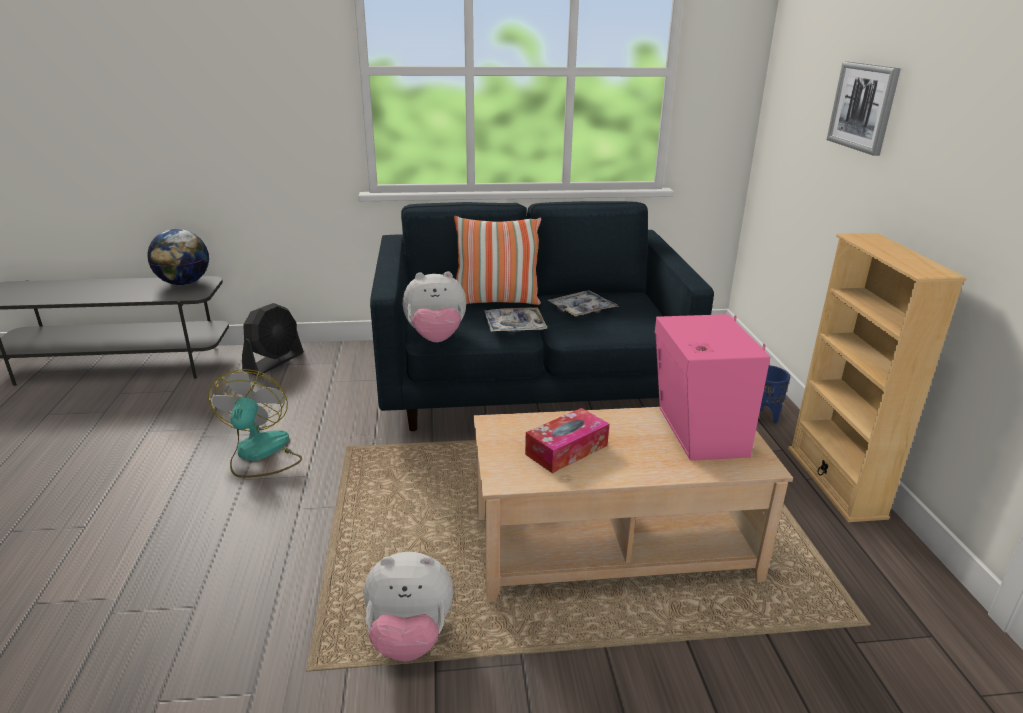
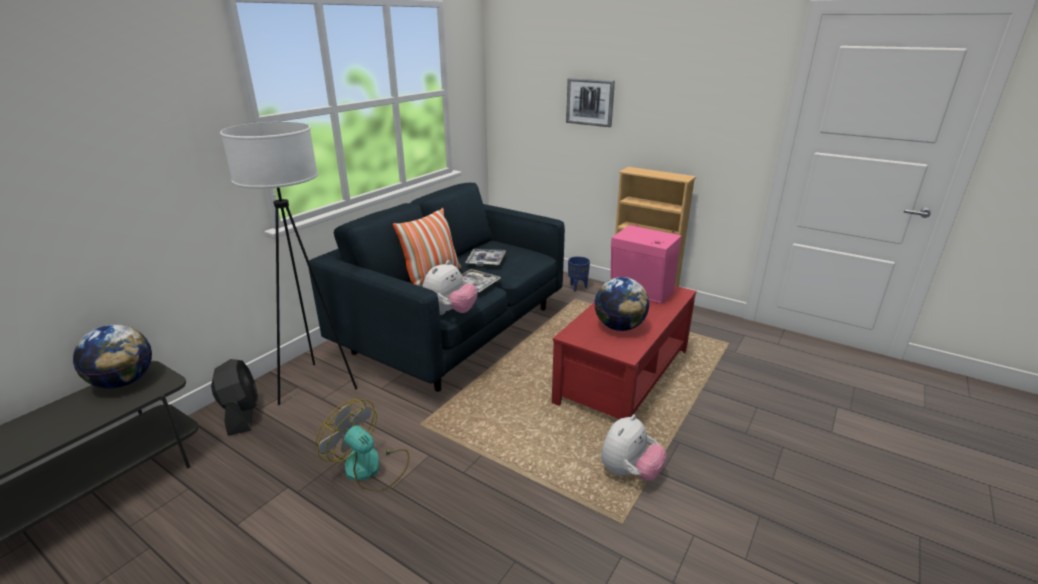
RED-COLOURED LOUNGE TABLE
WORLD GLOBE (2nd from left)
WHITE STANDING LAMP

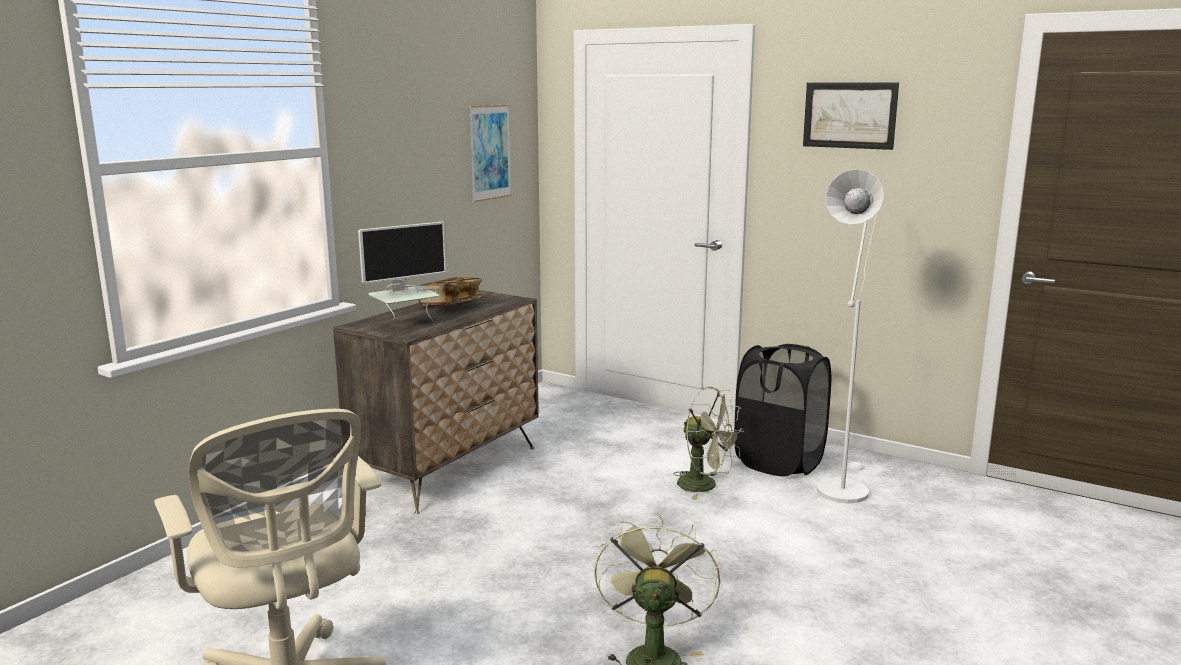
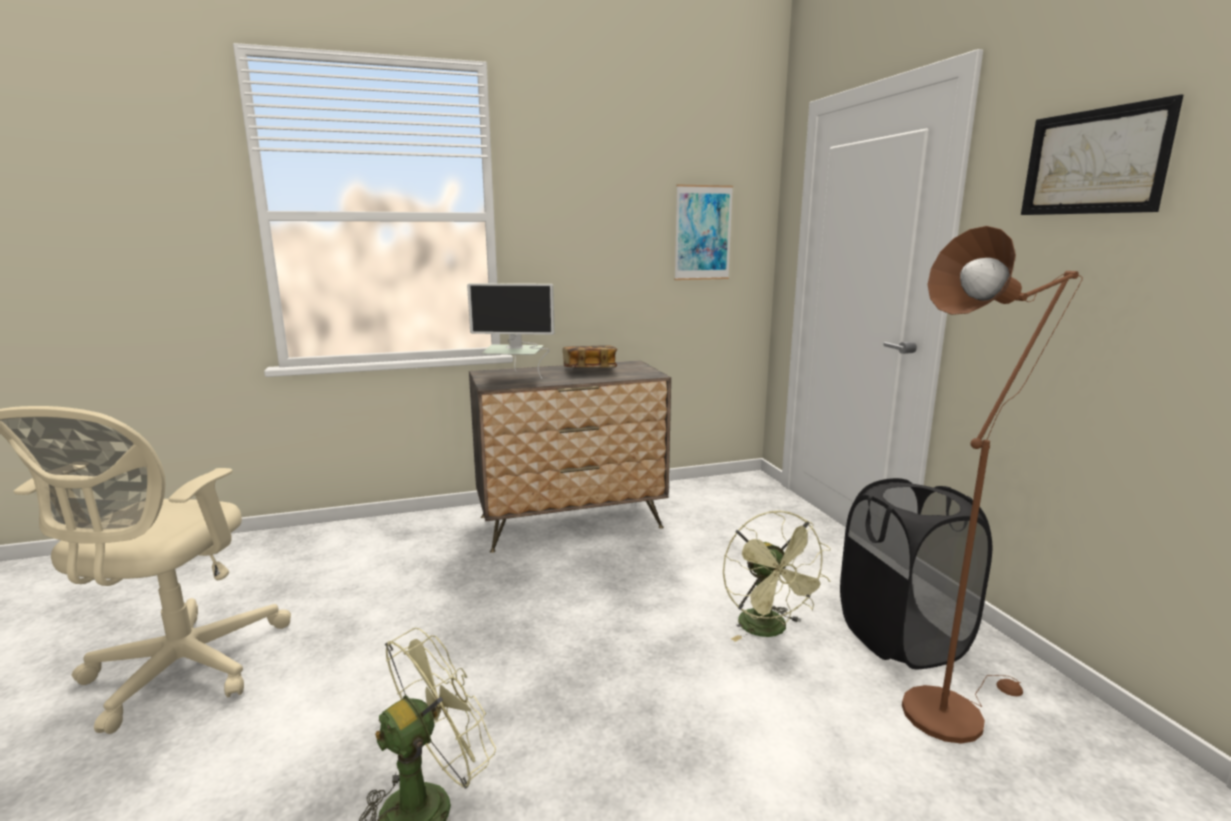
BROWN STANDING LAMP

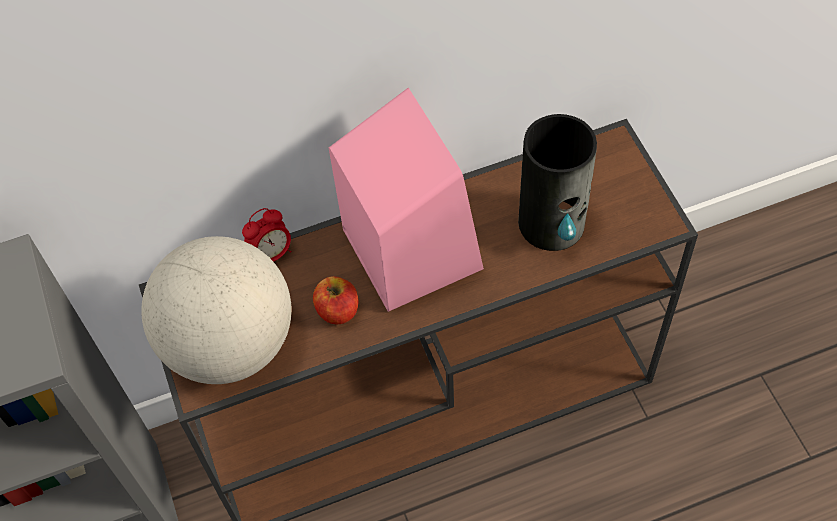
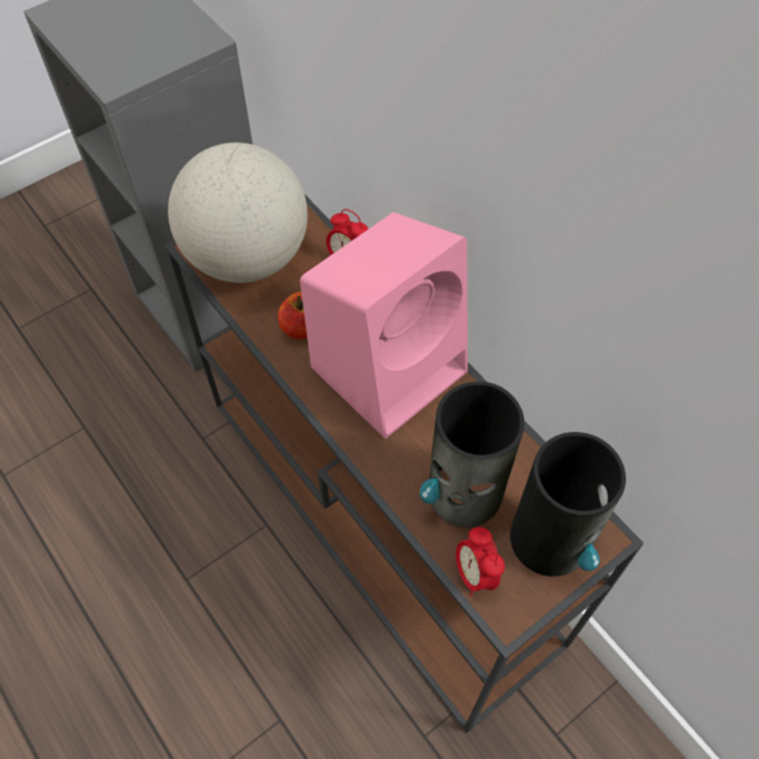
BEDSIDE CLOCK (2nd from left)
FLOWER VASE (2nd from left)

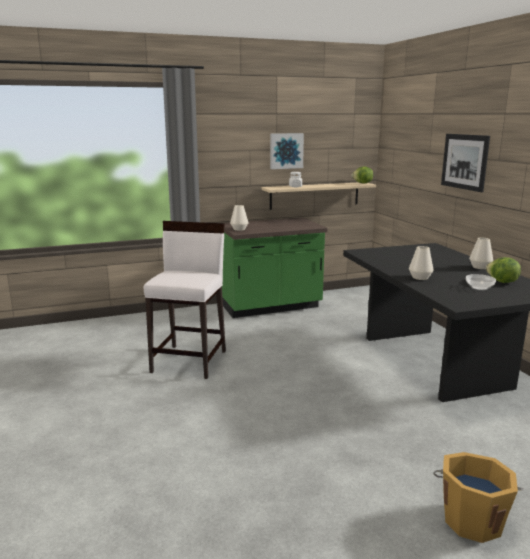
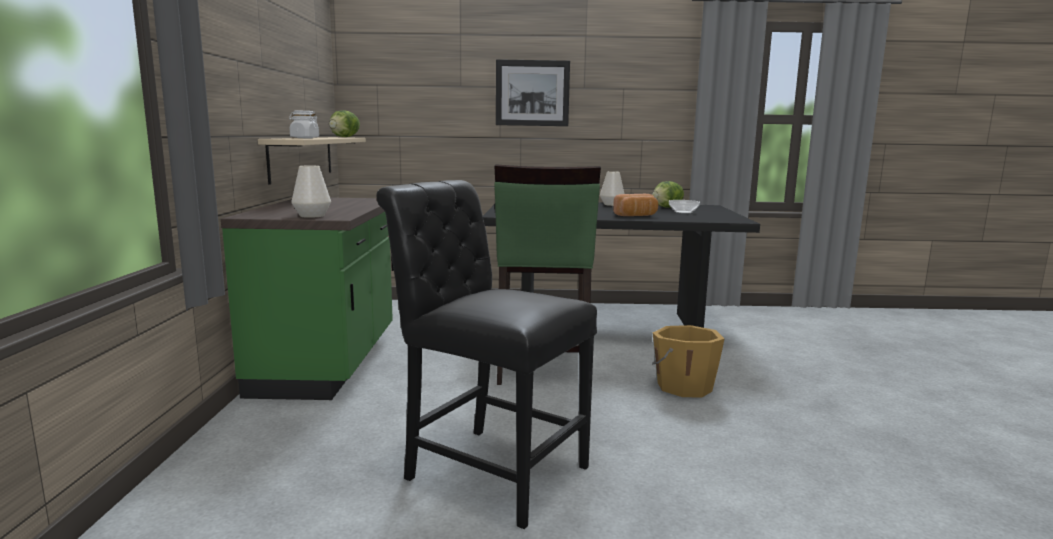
BLACKISH CHAIR
WALL PICTURE (1st from left in the first image)
BAKERY BREAD
ORANGEY BUCKET
GREEN STOOL

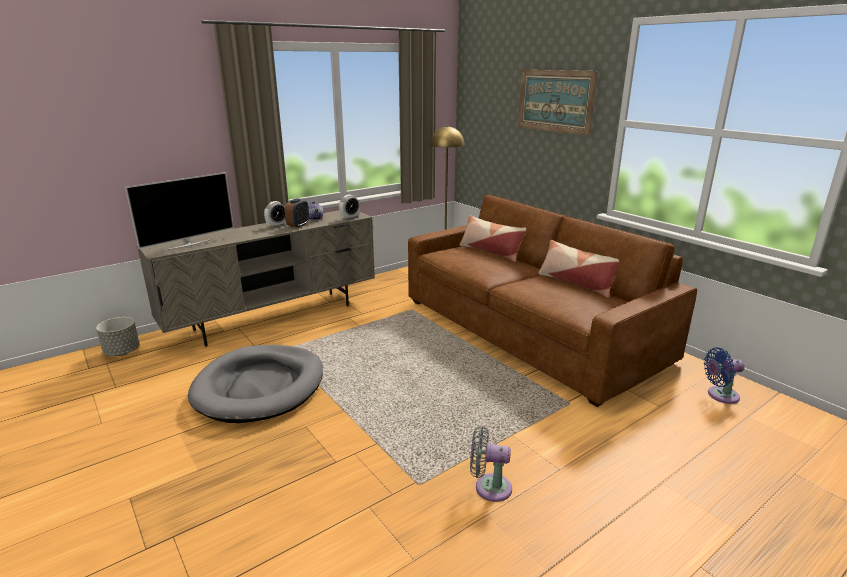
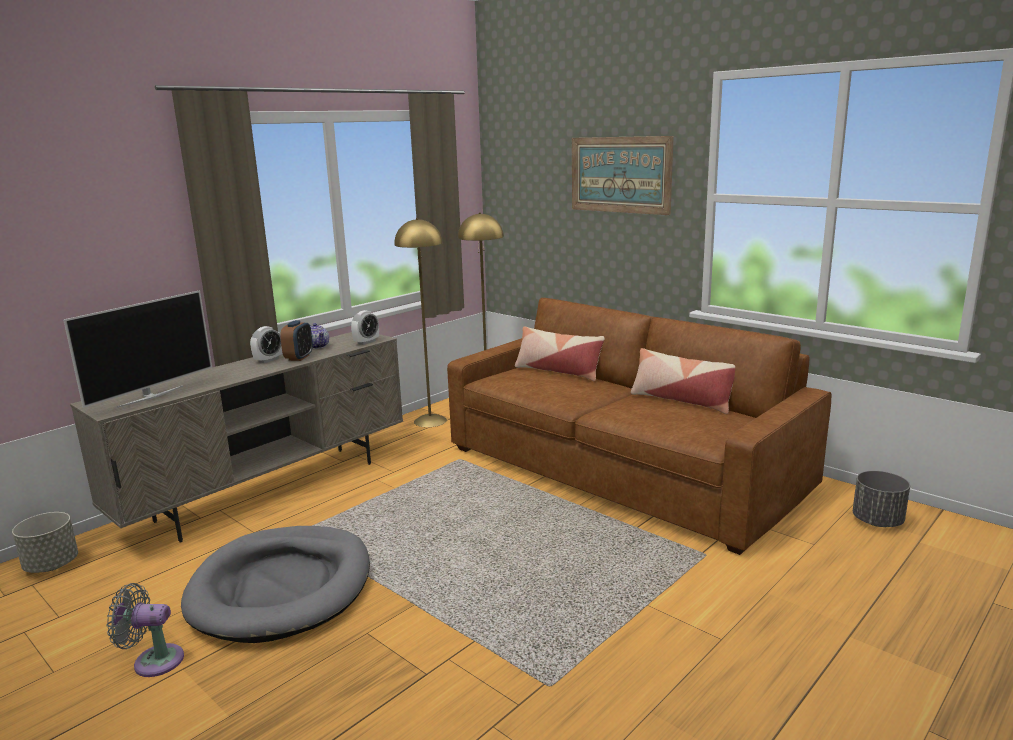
GREYISH COOLING FAN
GREYISH PLANT POT (2nd from left)
YELLOW STANDING LAMP (1st from left)

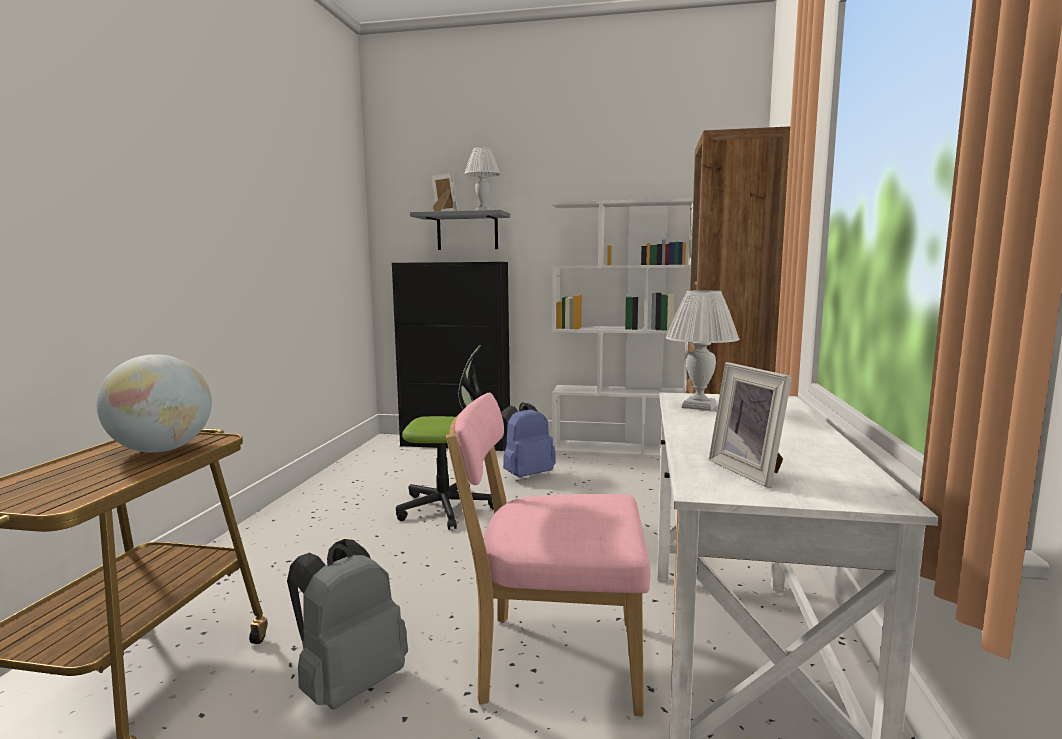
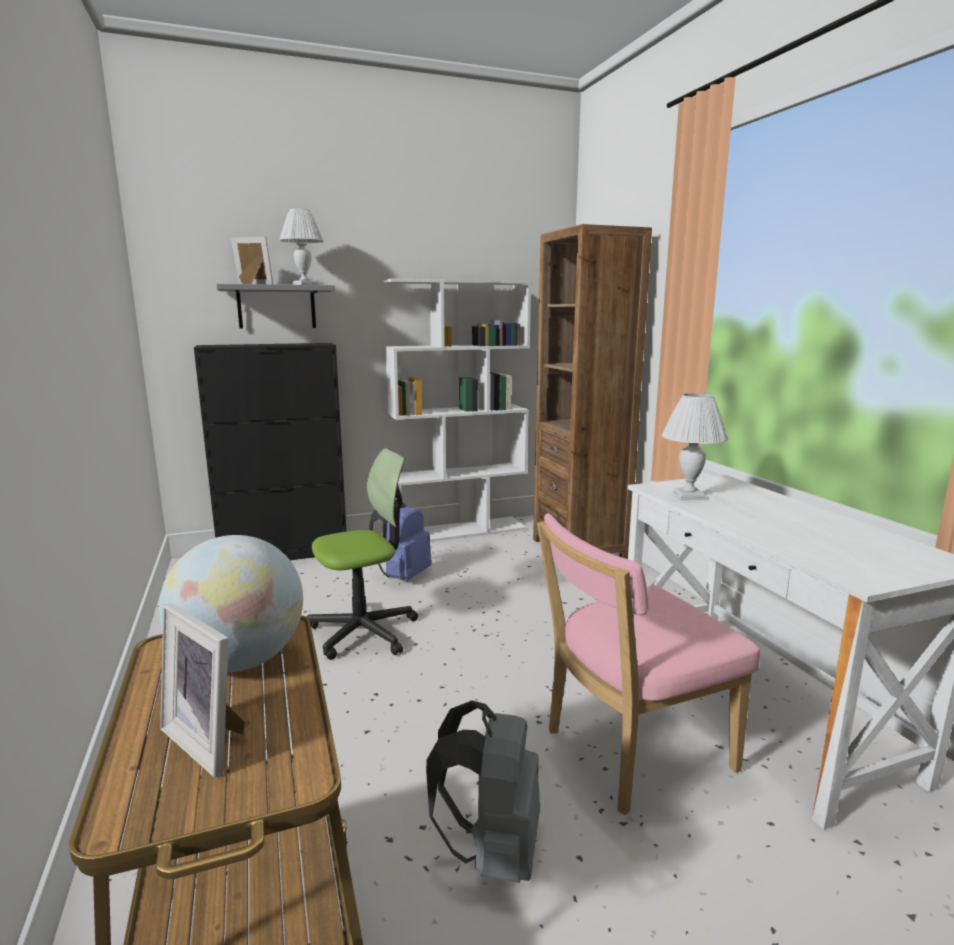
PICTURE FRAME (1st from left)

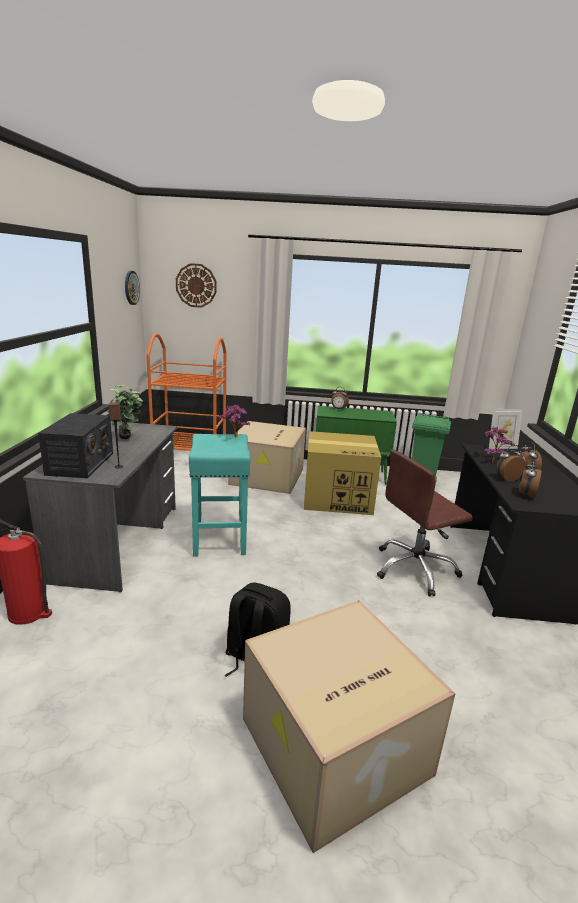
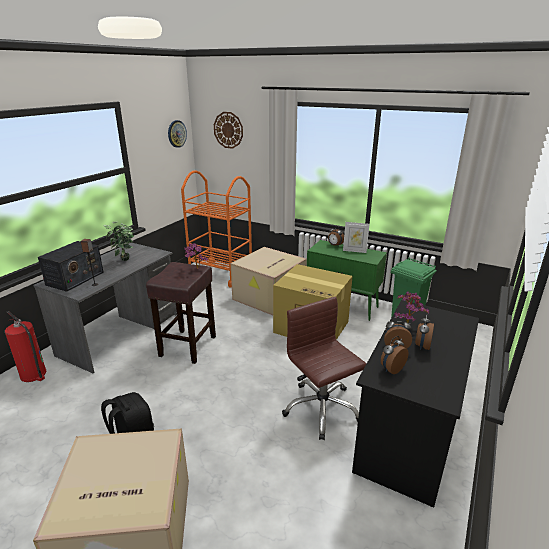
BROWN STOOL
BROWN COMPUTER CHAIR
PICTURE FRAME

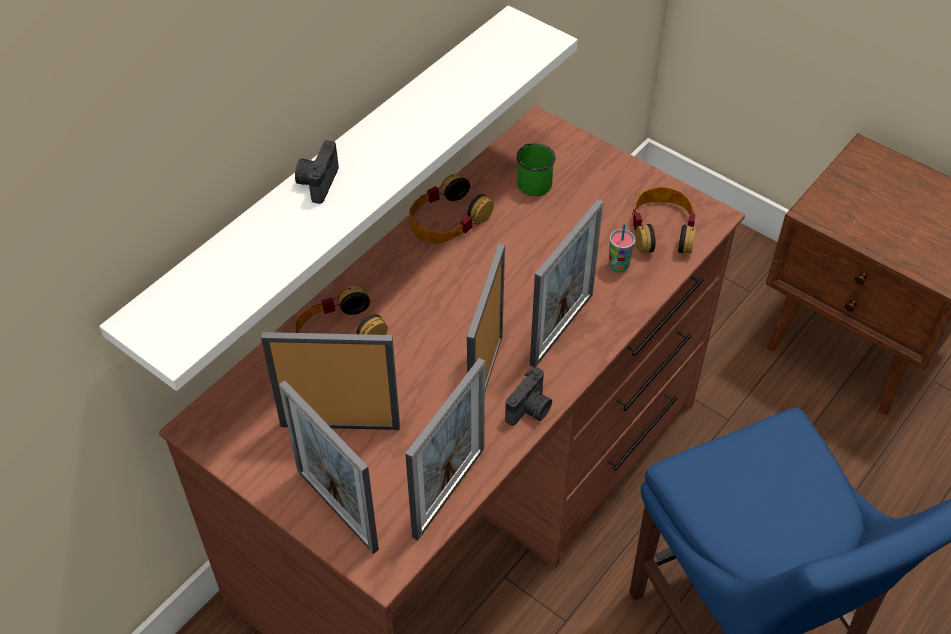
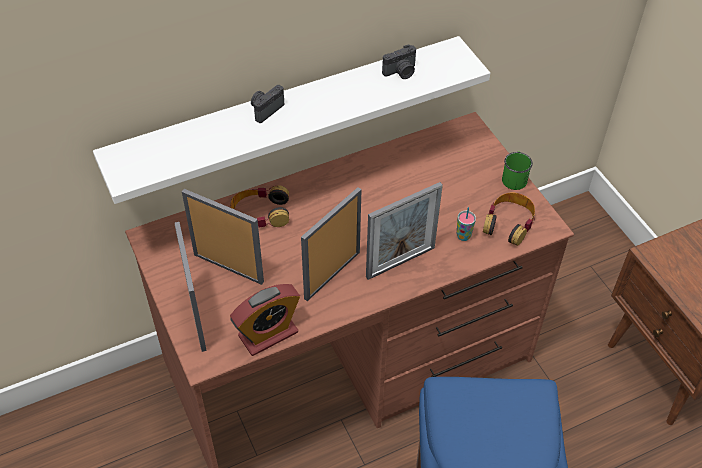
BEDSIDE CLOCK
HEADPHONES (2nd from left in the first image)
STILL CAMERA (2nd from left)
GREEN TEA MUG

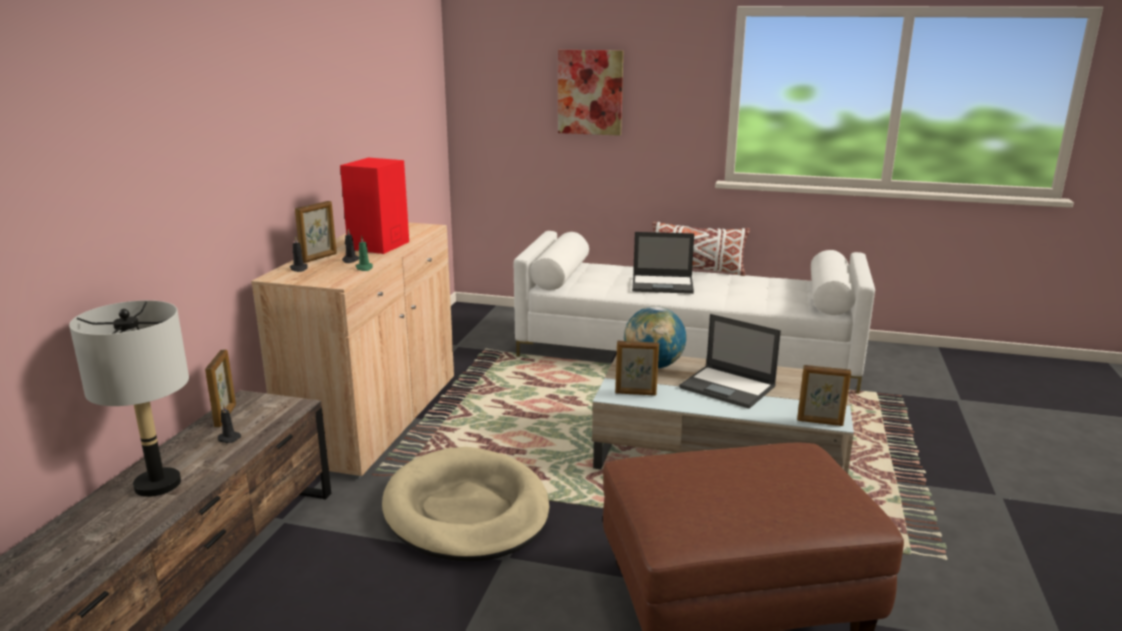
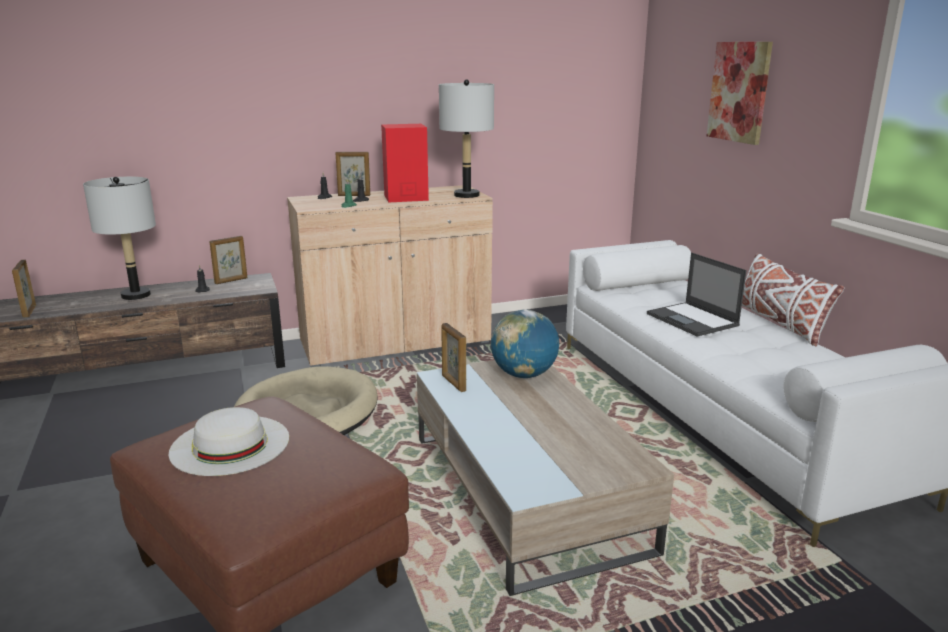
LAPTOP (2nd from left in the first image)
PICTURE FRAME (1st from left)
WHITE HAT
GREYISH TABLETOP LAMP (2nd from left)

